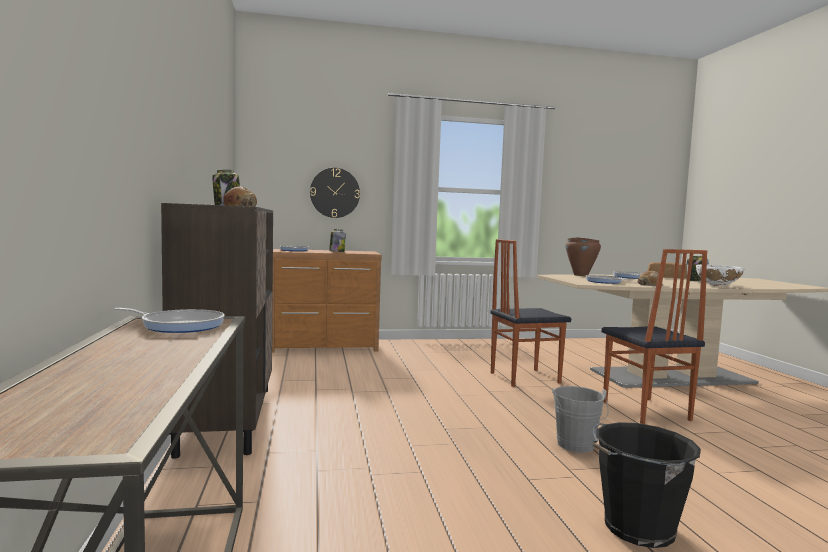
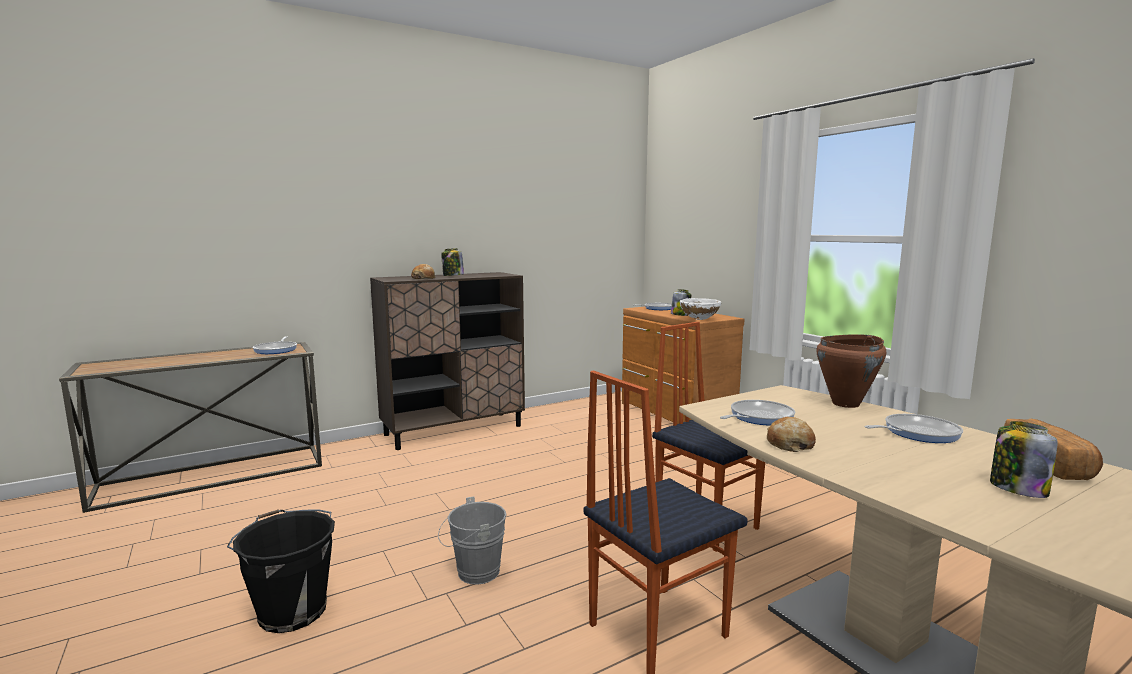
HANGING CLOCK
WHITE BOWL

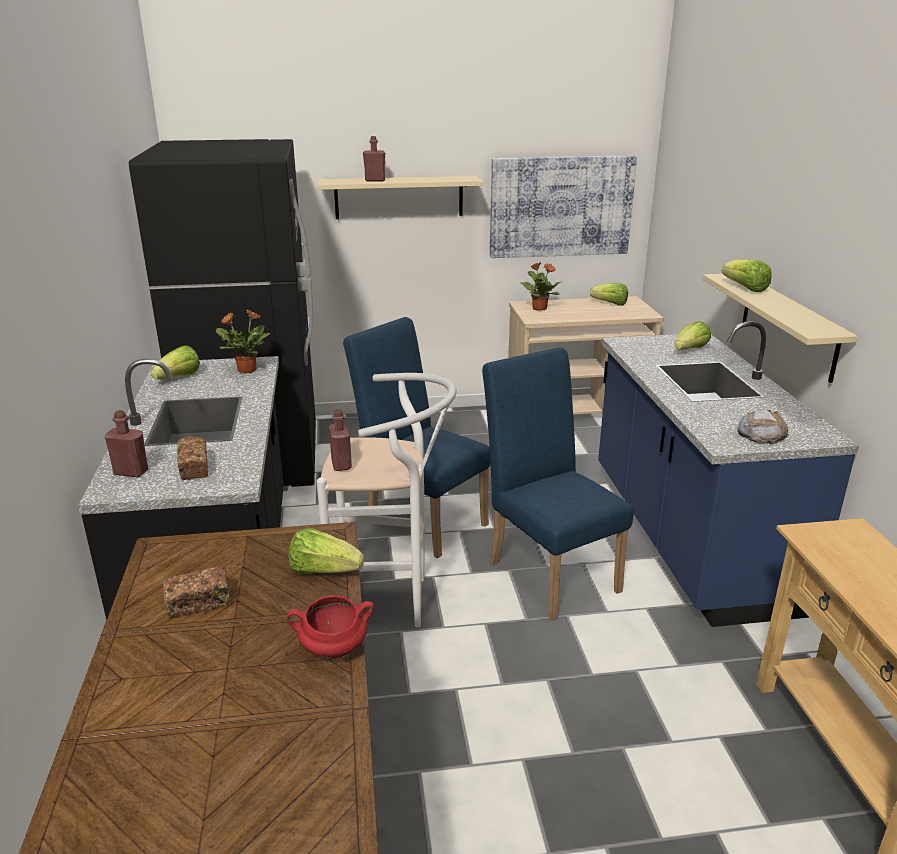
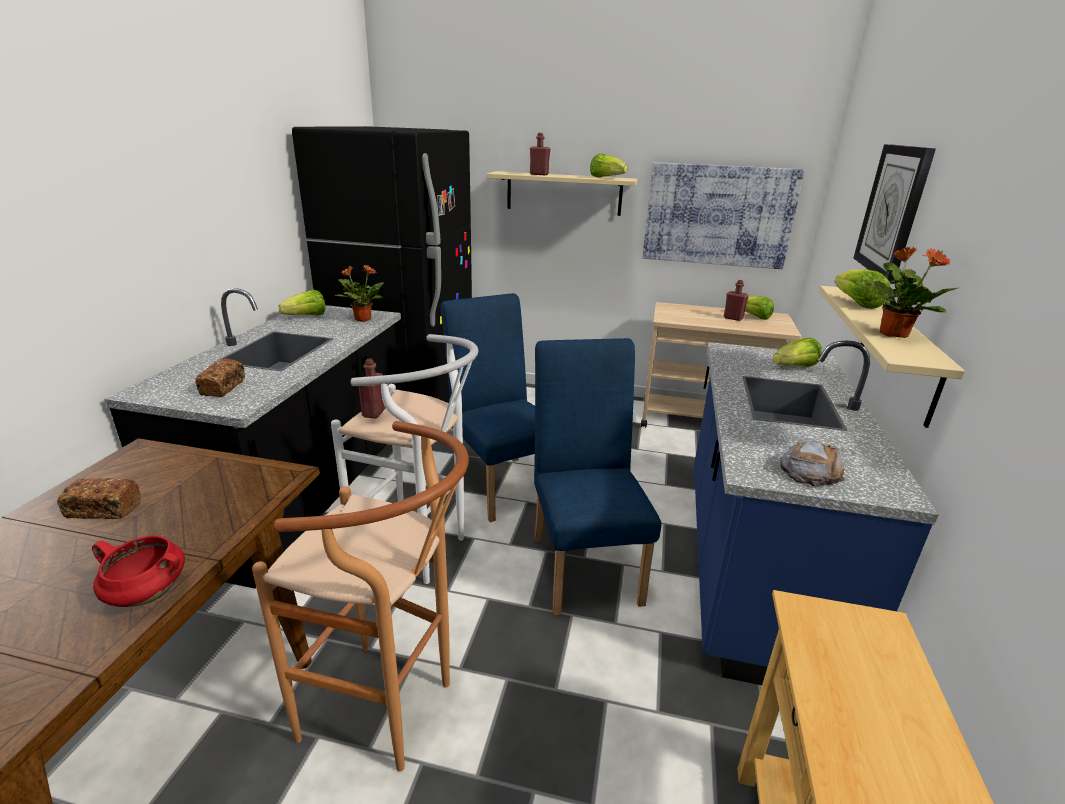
RED-COLOURED BOTTLE (3rd from left)
LETTUCE HEAD (2nd from left)
HOUSEPLANT (2nd from left)
BROWN STOOL
HANGING CLOCK

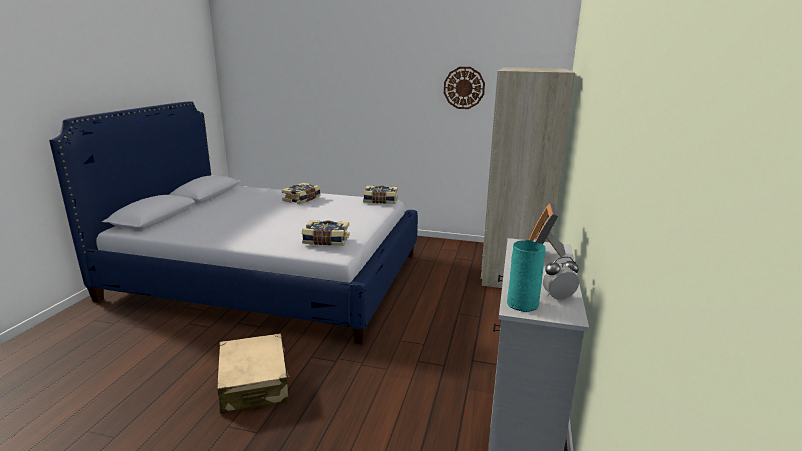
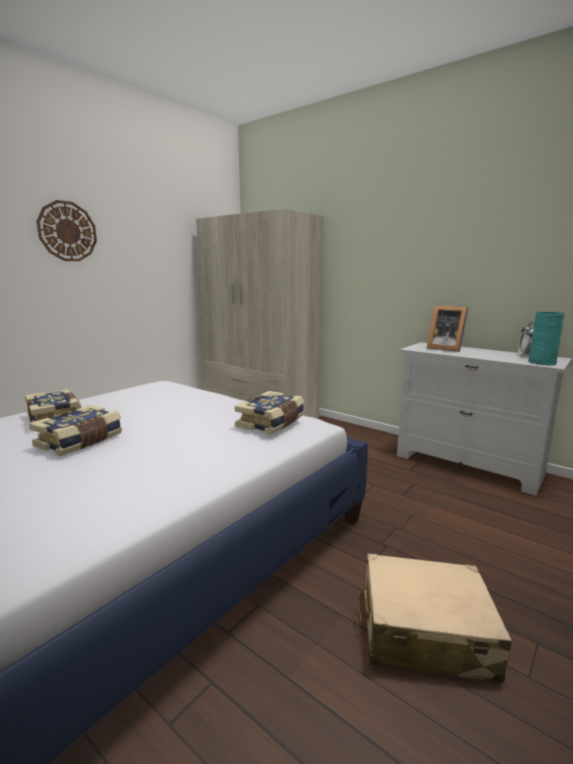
VOLUME (2nd from left)
HANGING CLOCK

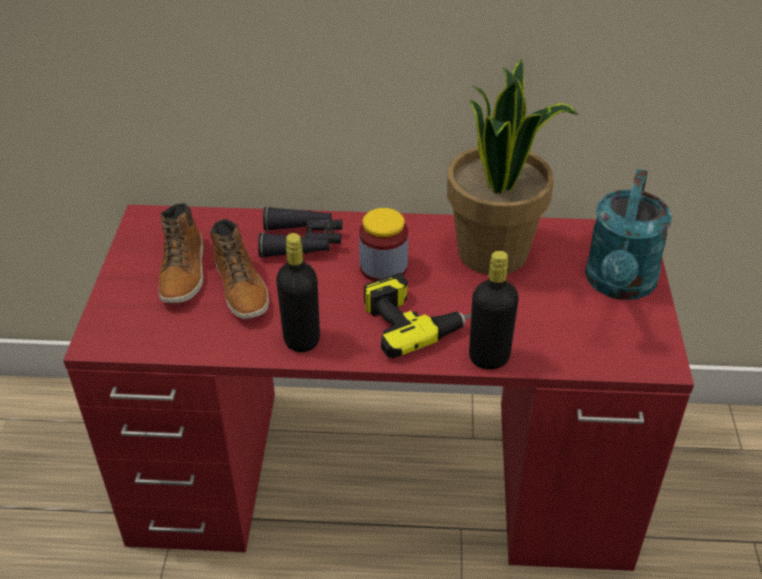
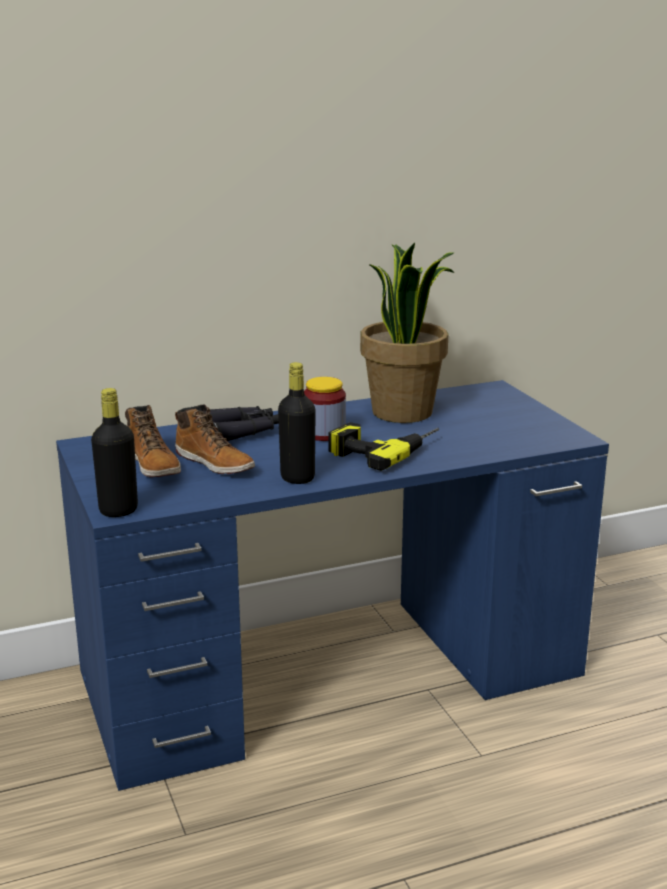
BLUE DESK UNIT
BLACKISH BOTTLE (1st from left)
BLUE-GREEN WATERING POT

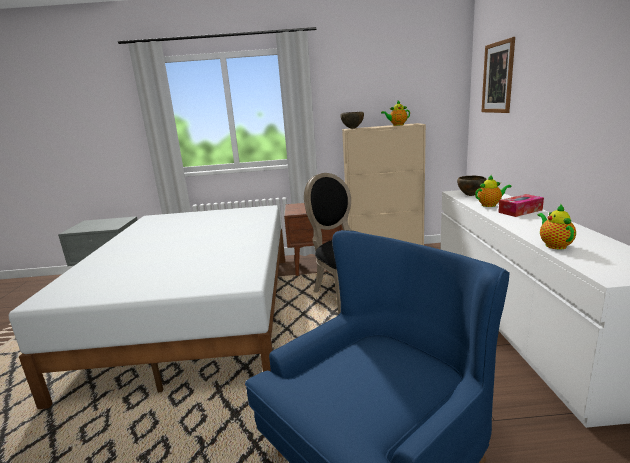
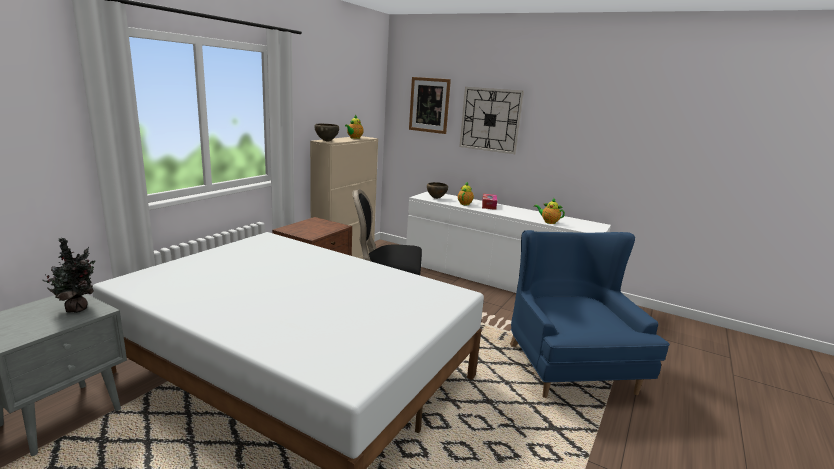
HOUSEPLANT
HANGING CLOCK

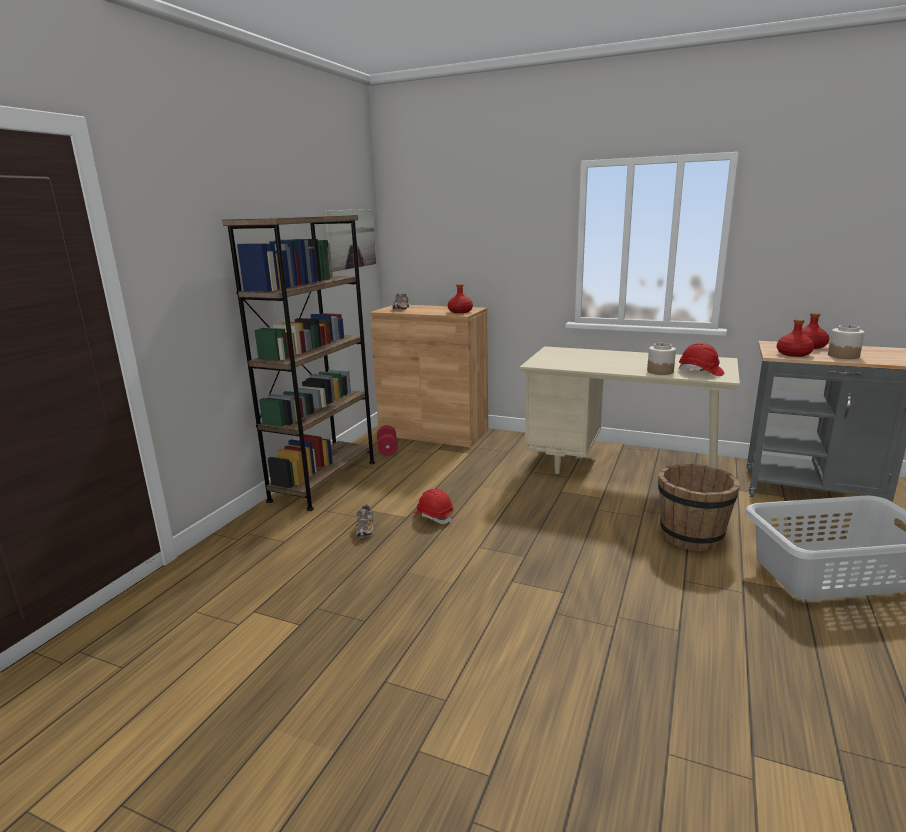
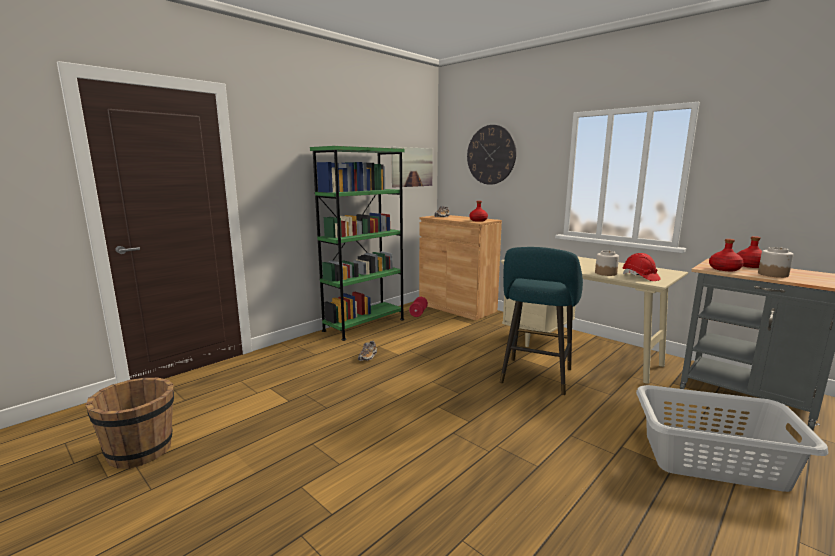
GREEN BOOKSHELF
RED-COLOURED HARD HAT (1st from left in the first image)
BROWN BUCKET
HANGING CLOCK
BLUE-GREEN STOOL

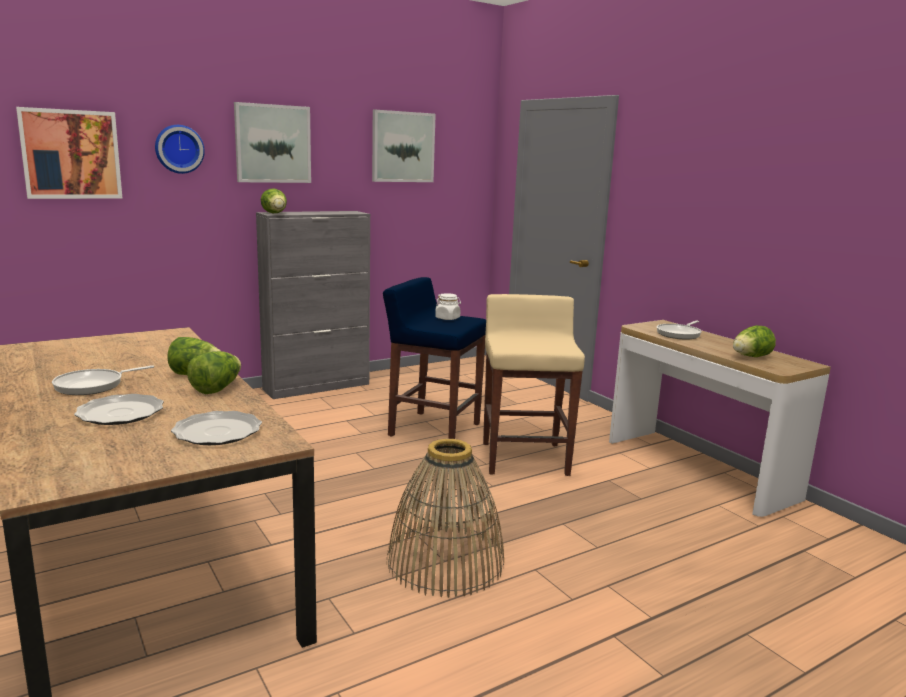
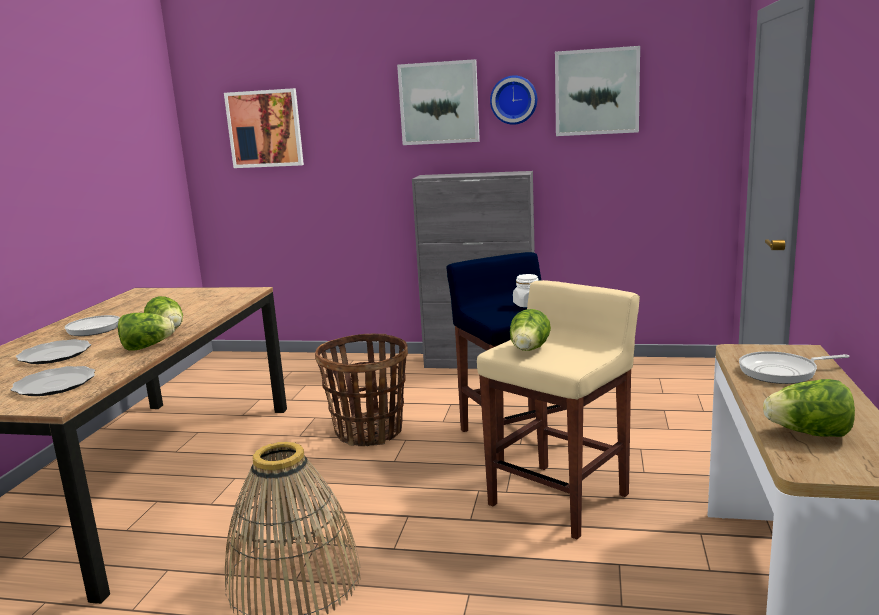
HANGING CLOCK
LETTUCE HEAD (3rd from left)
BASKET (2nd from left)

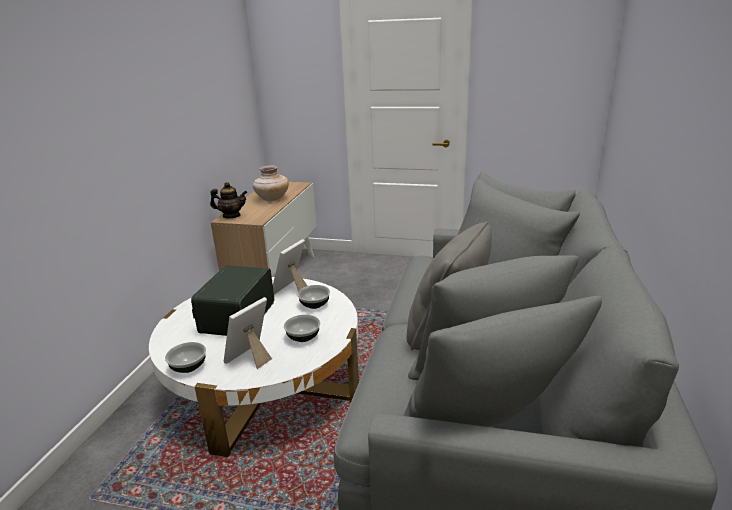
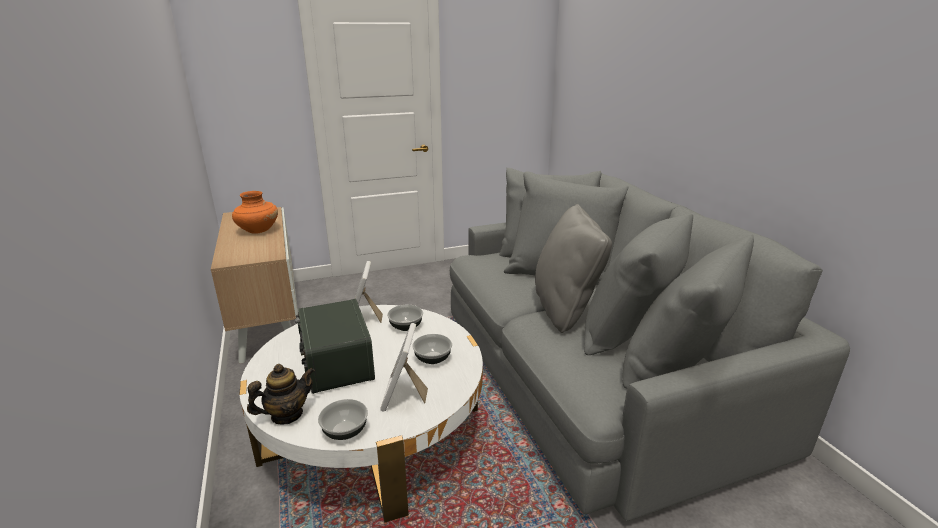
POT FOR TEA
ORANGEY FLOWER VASE

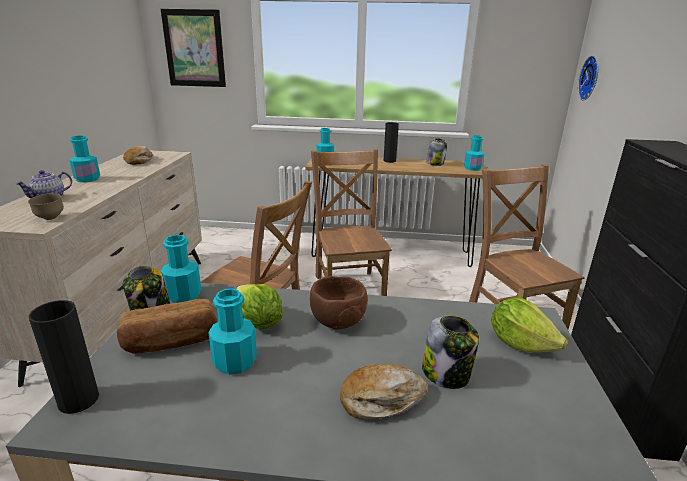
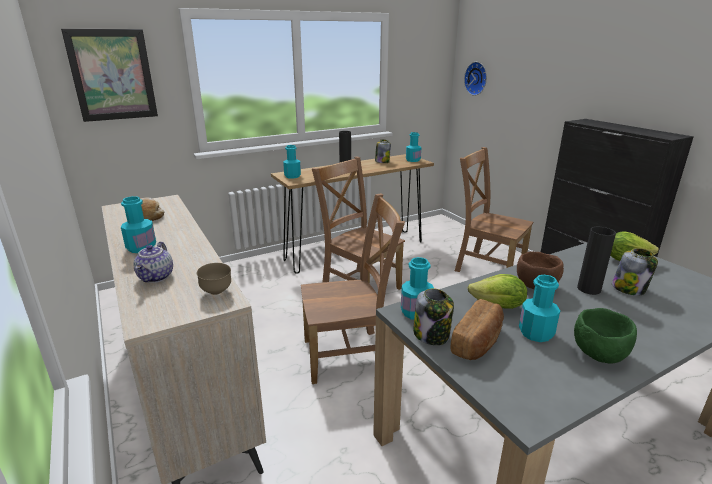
BLACKISH FLOWER VASE (2nd from left)
BAKERY BREAD (3rd from left in the first image)
GREEN BOWL

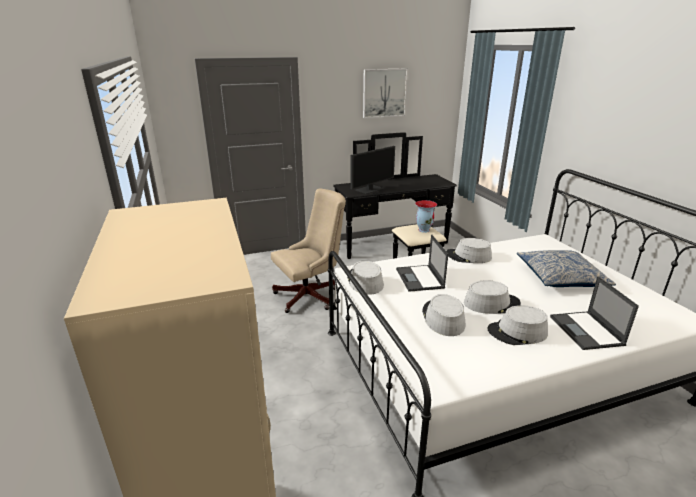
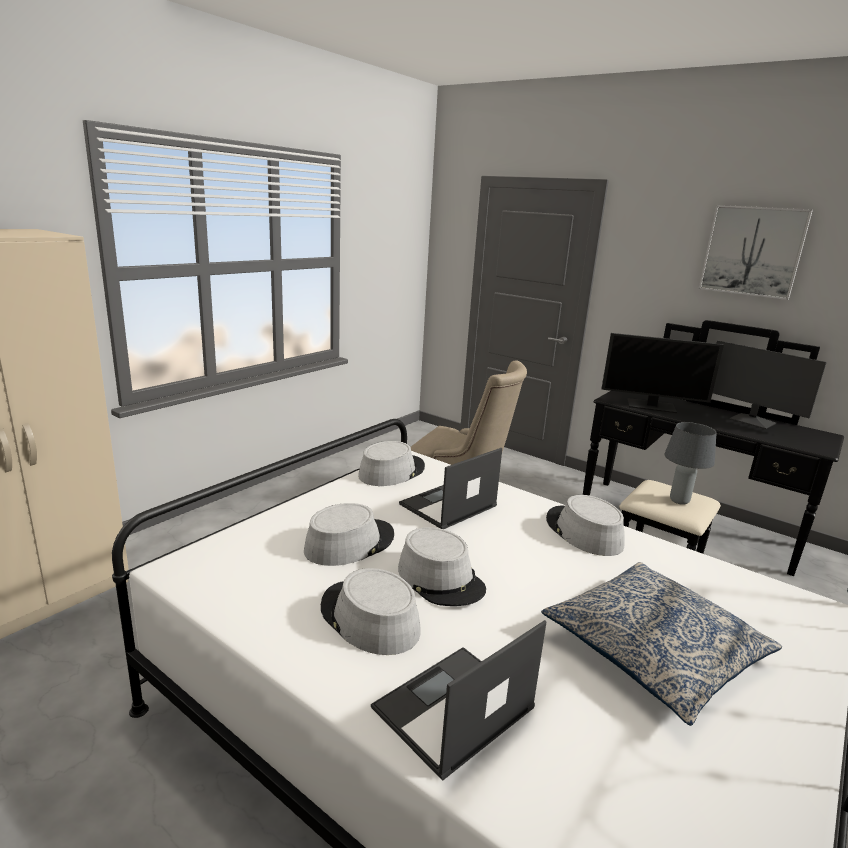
GREYISH TABLETOP LAMP
MONITOR (2nd from left)

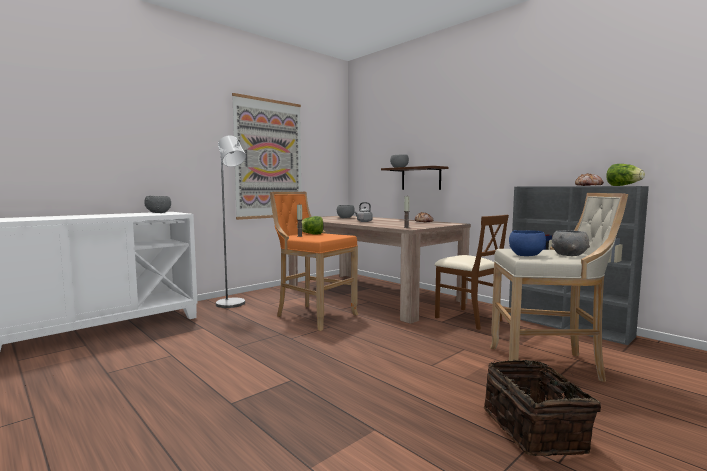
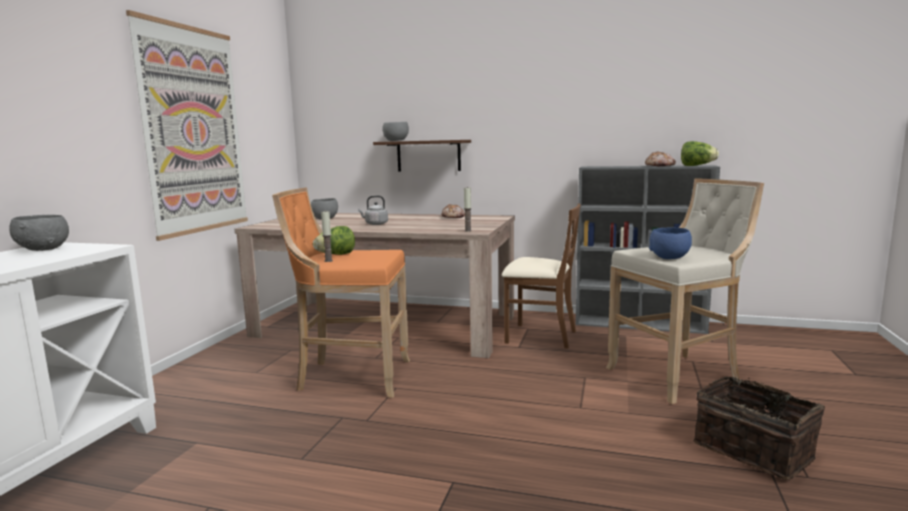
GREYISH STANDING LAMP
GREYISH BOWL (4th from left in the first image)

